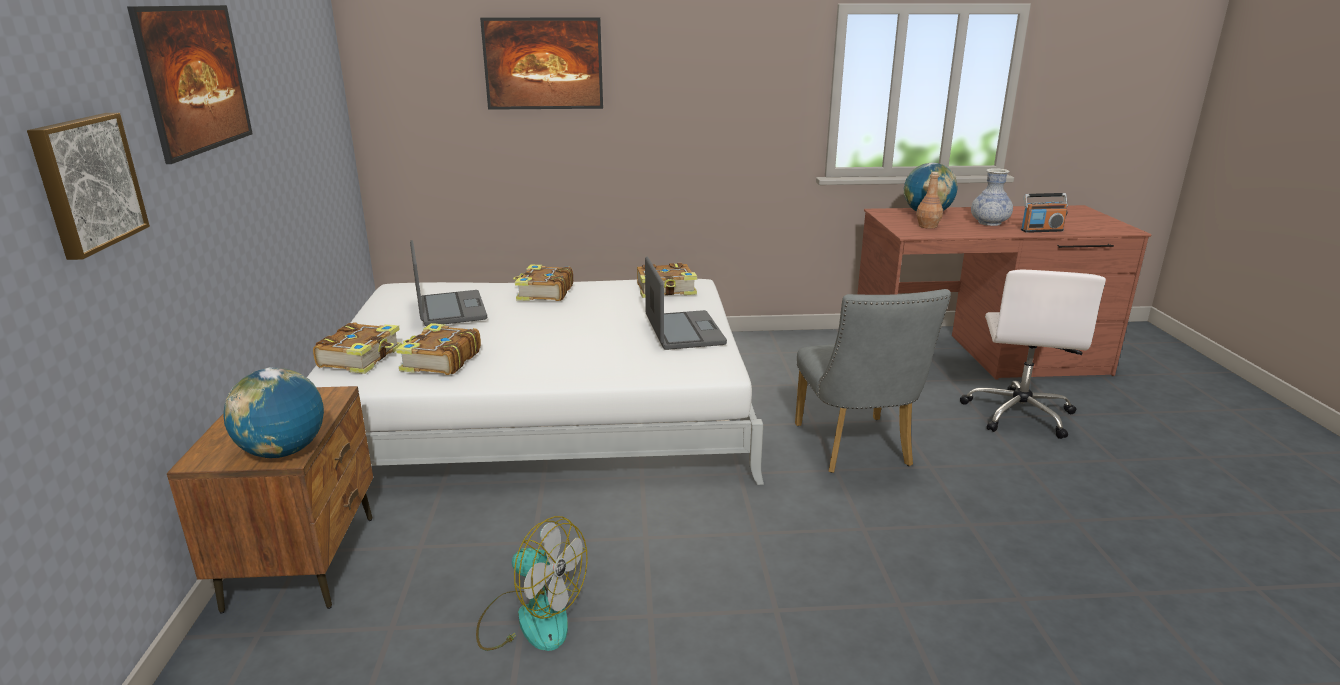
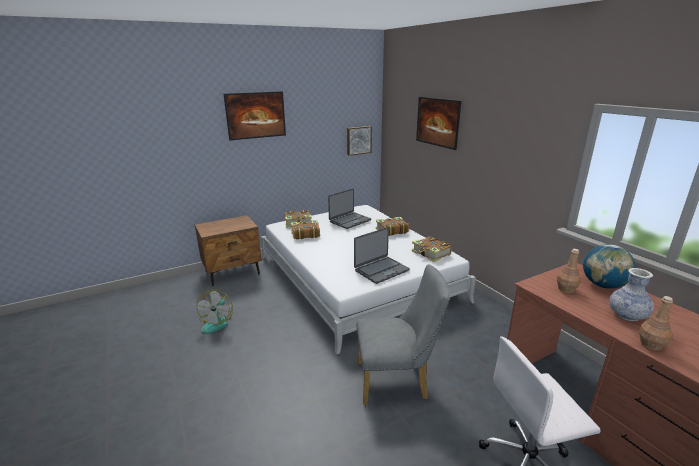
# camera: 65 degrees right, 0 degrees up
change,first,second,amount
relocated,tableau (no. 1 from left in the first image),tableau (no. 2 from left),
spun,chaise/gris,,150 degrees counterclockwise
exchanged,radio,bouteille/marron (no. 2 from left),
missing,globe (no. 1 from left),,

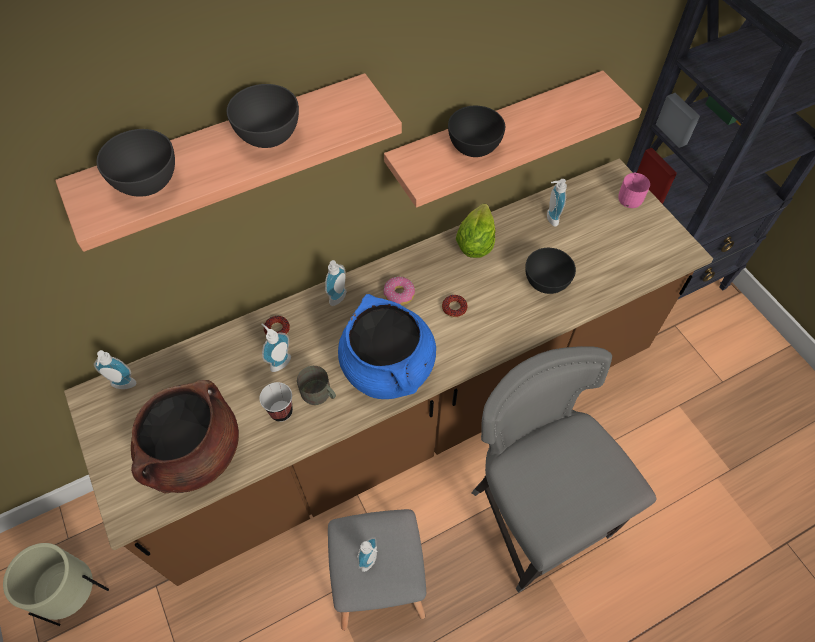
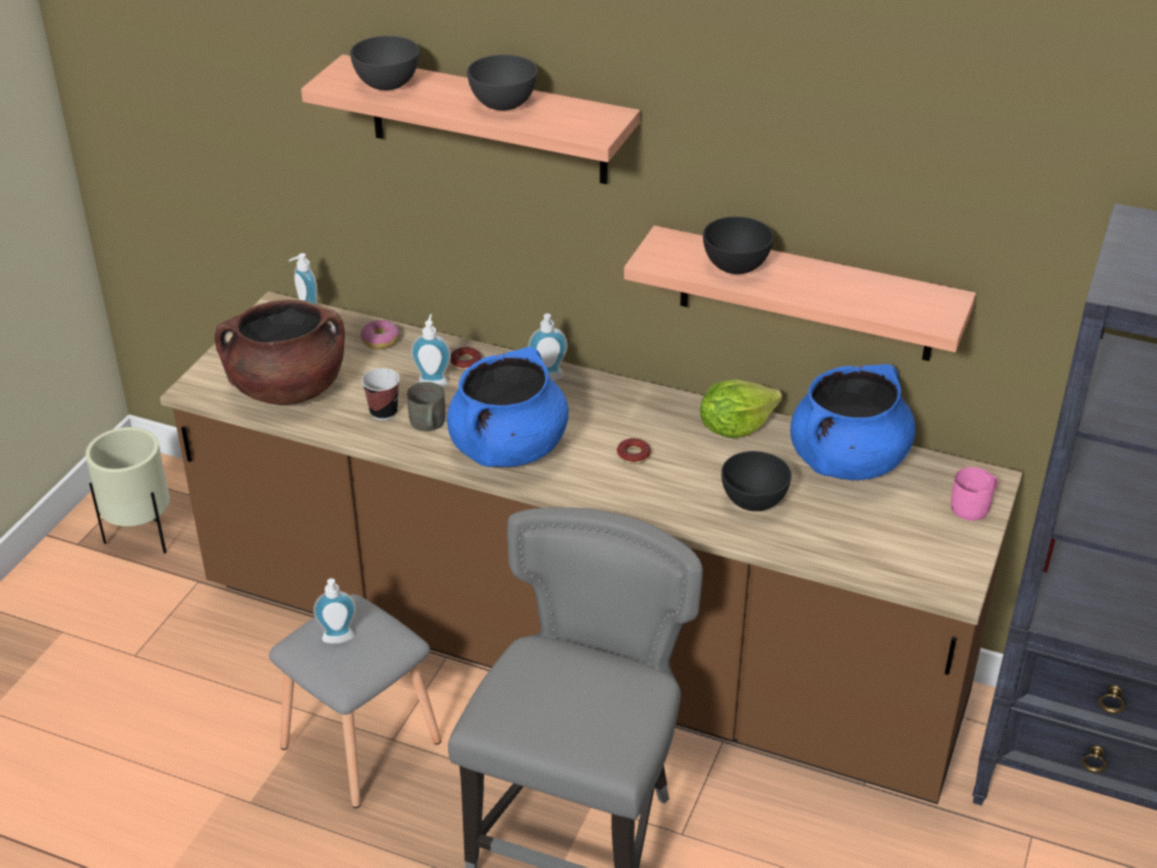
# camera: 50 degrees right, 20 degrees down
change,first,second,amount
relocated,beignet (no. 2 from left in the first image),beignet (no. 1 from left),
exchanged,distributeur de savon (no. 5 from left),marmite/bleu (no. 2 from left),

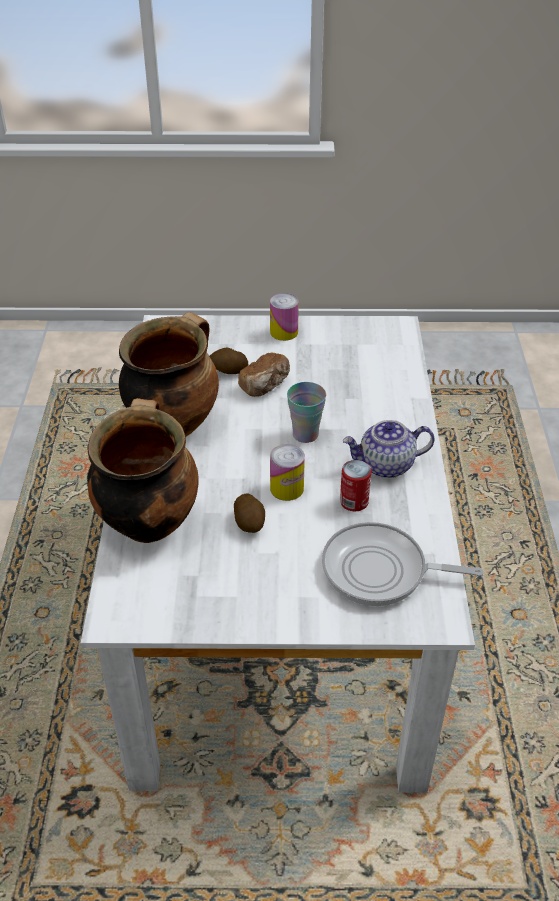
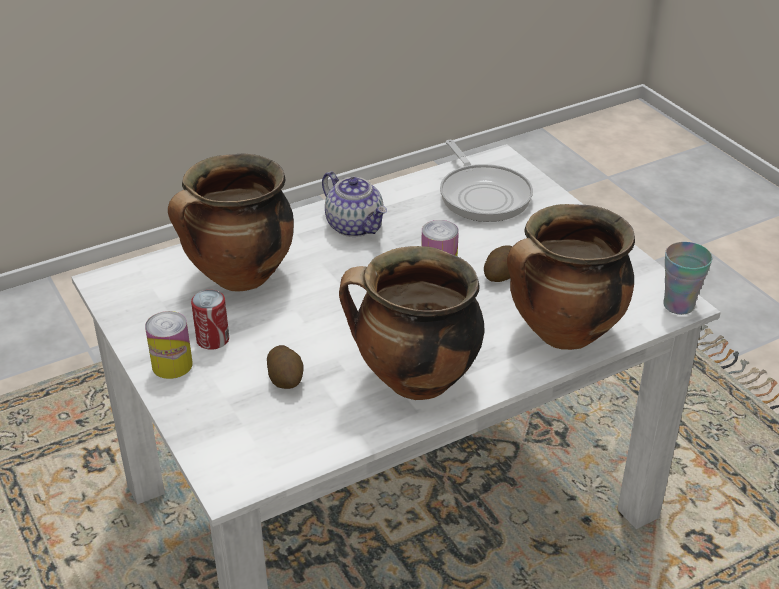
# camera: 120 degrees left, 5 degrees down
change,first,second,amount
appeared,,marmite (no. 1 from left),
relocated,boîte métallique (no. 3 from left in the first image),boîte métallique (no. 2 from left),
relocated,tasse,,
missing,pain,,

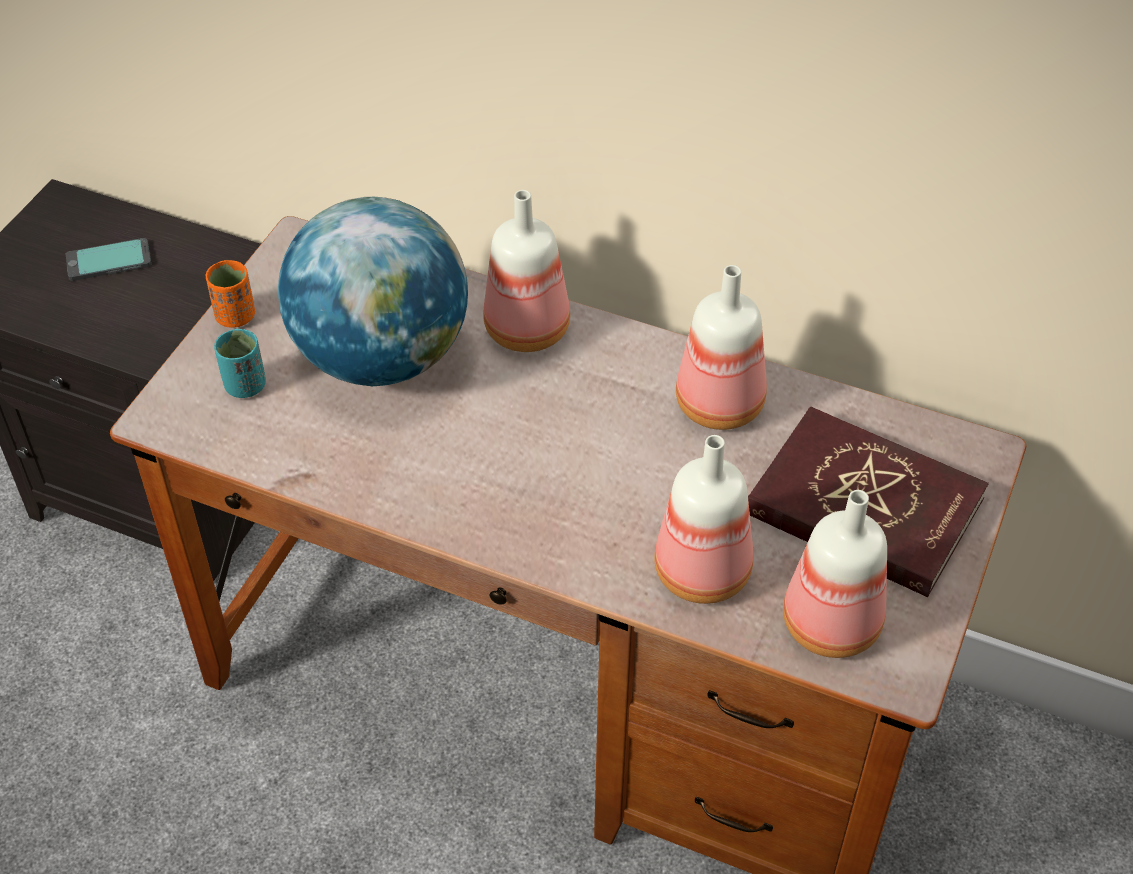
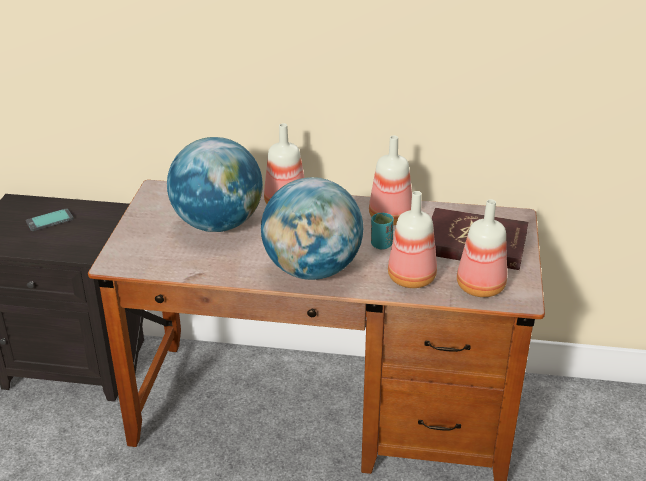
# camera: 15 degrees left, 15 degrees down
change,first,second,amount
appeared,,globe (no. 2 from left),
relocated,tasse/turquoise,,
missing,tasse/orange,,

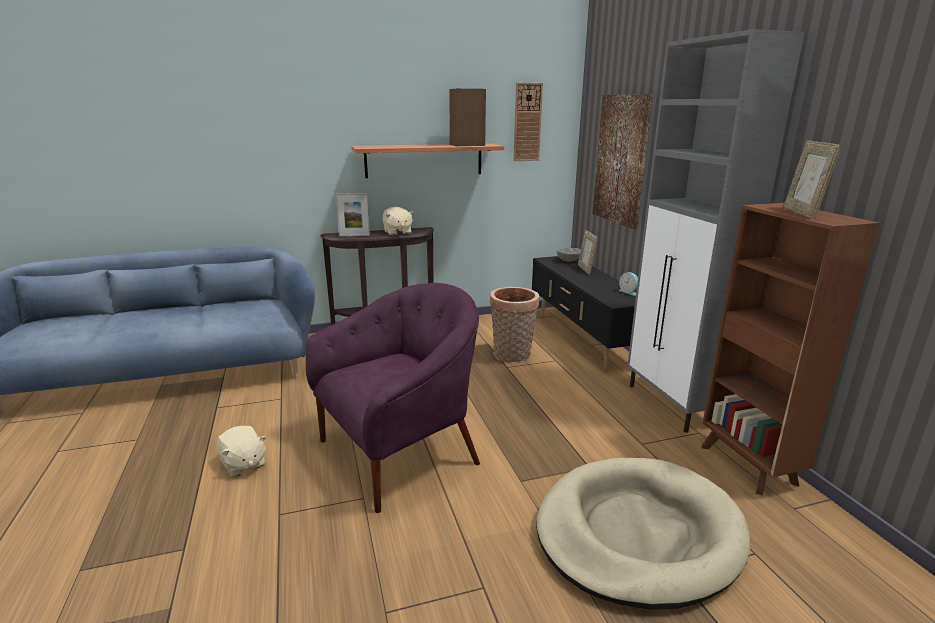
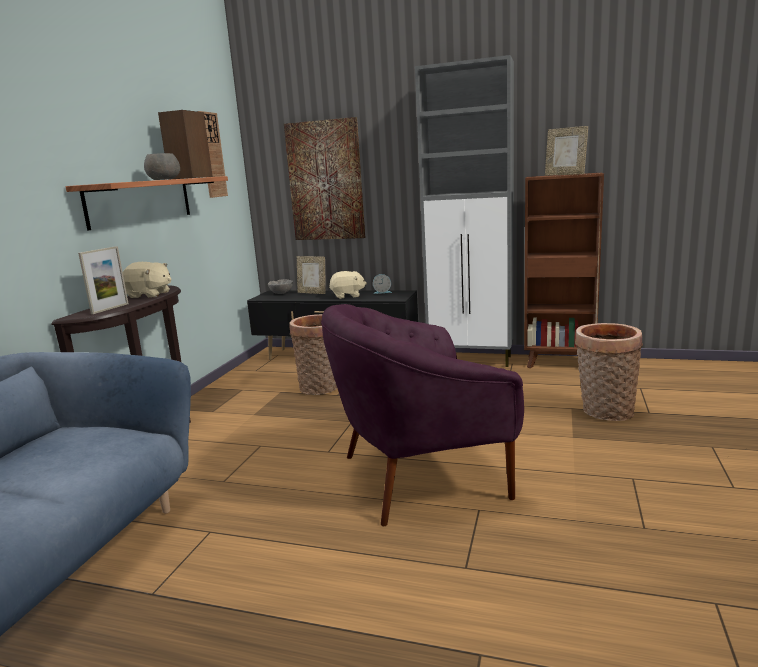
# camera: 55 degrees left, 5 degrees down
change,first,second,amount
appeared,,bol/gris (no. 1 from left),
spun,fauteuil/violet,,105 degrees counterclockwise
relocated,peluche/beige (no. 1 from left in the first image),peluche/beige (no. 2 from left),
exchanged,panier pour chien/beige,panier (no. 2 from left),

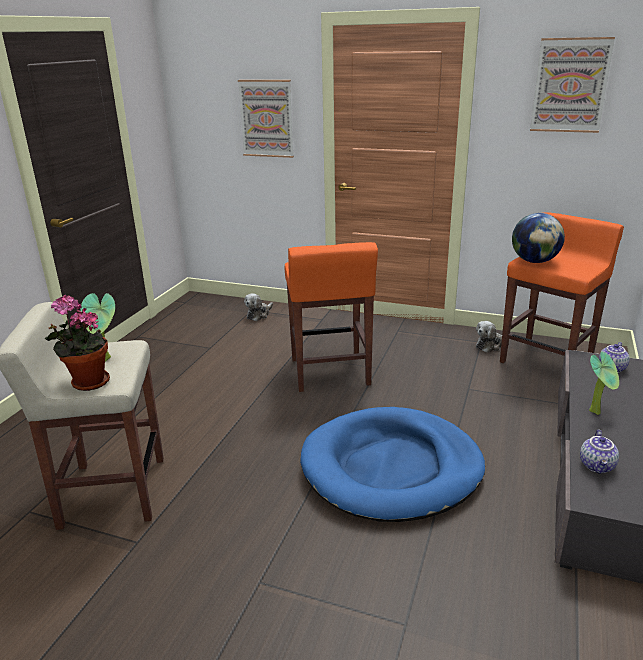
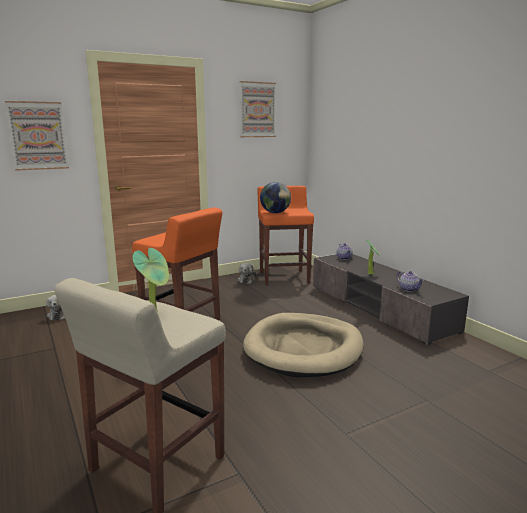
# camera: 50 degrees left, 10 degrees down
change,first,second,amount
colour,panier pour chien/bleu,panier pour chien/beige,
missing,plante en pot (no. 1 from left),,

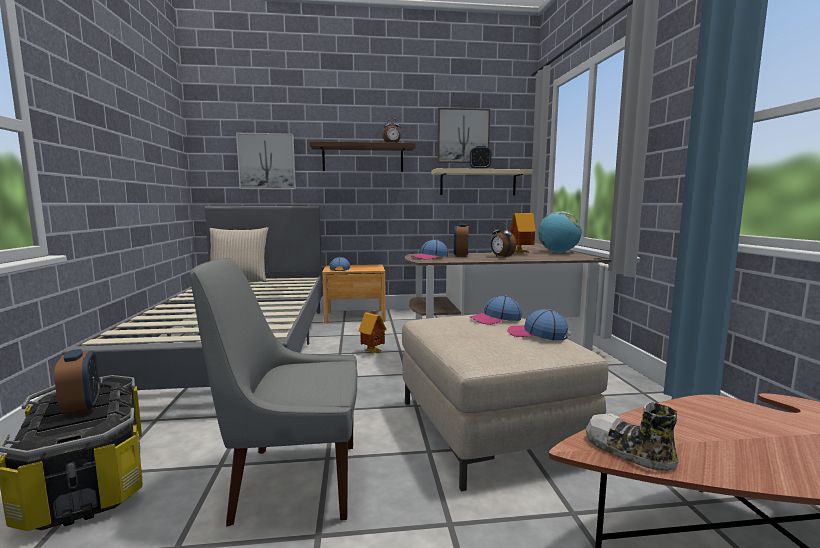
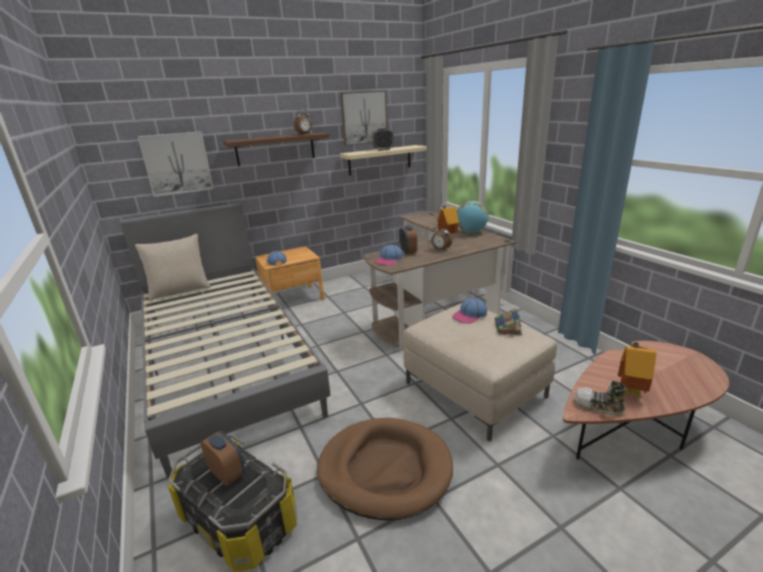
# camera: 20 degrees left, 15 degrees up
change,first,second,amount
exchanged,chaise/gris,panier pour chien/marron,
exchanged,casquette (no. 4 from left),livre,
relocated,maison miniature (no. 1 from left in the first image),maison miniature (no. 2 from left),

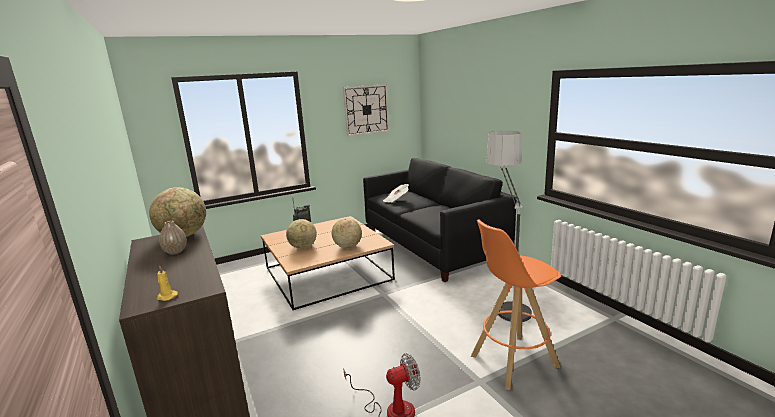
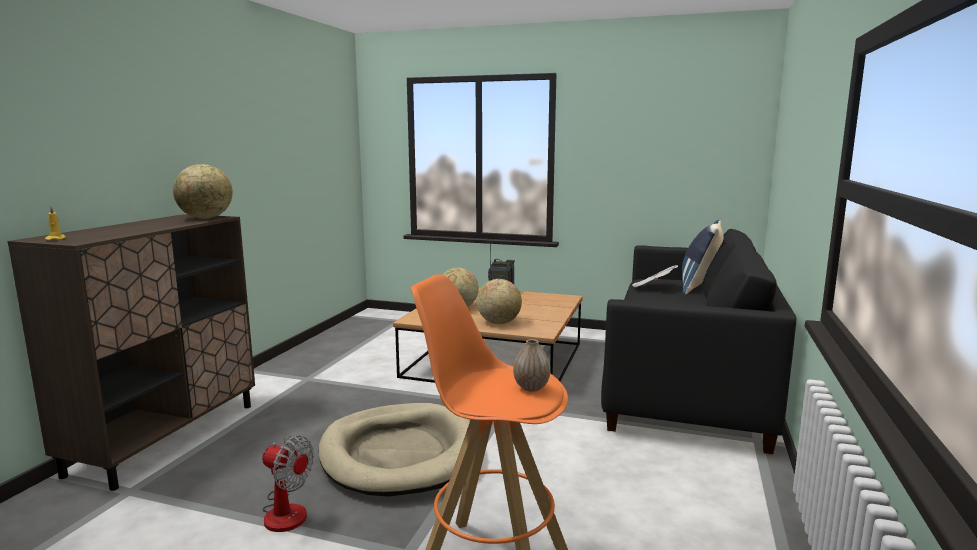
# camera: 45 degrees right, 5 degrees down
change,first,second,amount
appeared,,panier pour chien/beige,
relocated,vase,,
appeared,,coussin/bleu,
missing,horloge murale,,
missing,lampadaire,,

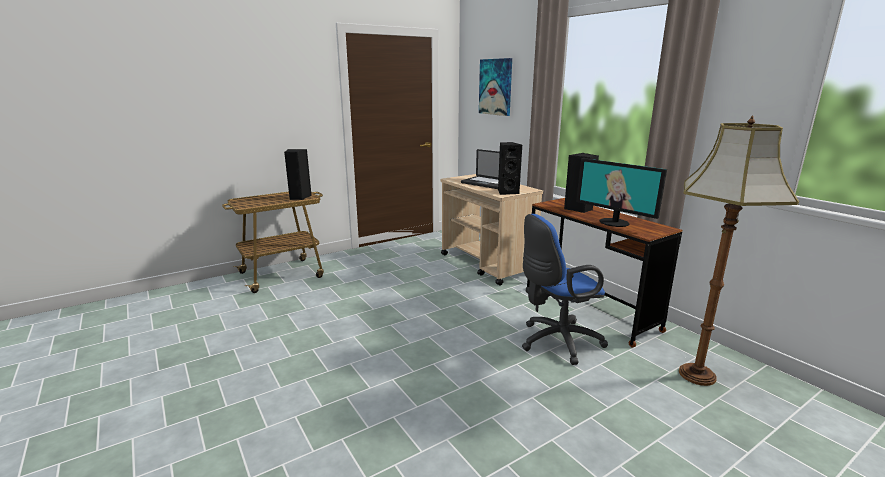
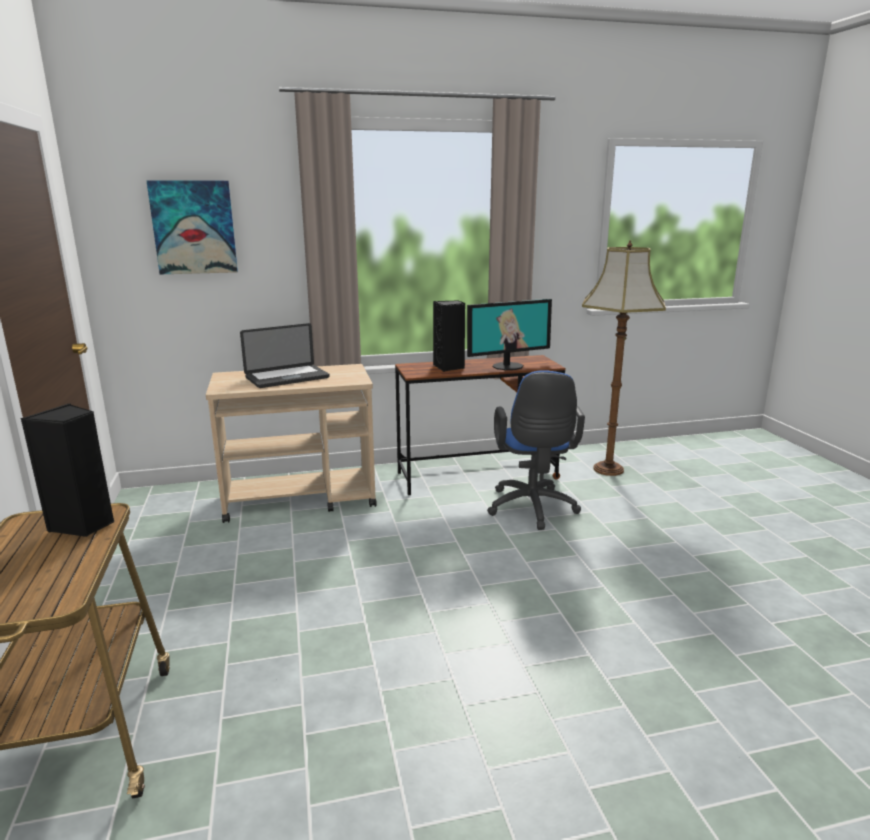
# camera: 70 degrees left, 0 degrees up
change,first,second,amount
missing,enceinte/noir (no. 2 from left),,

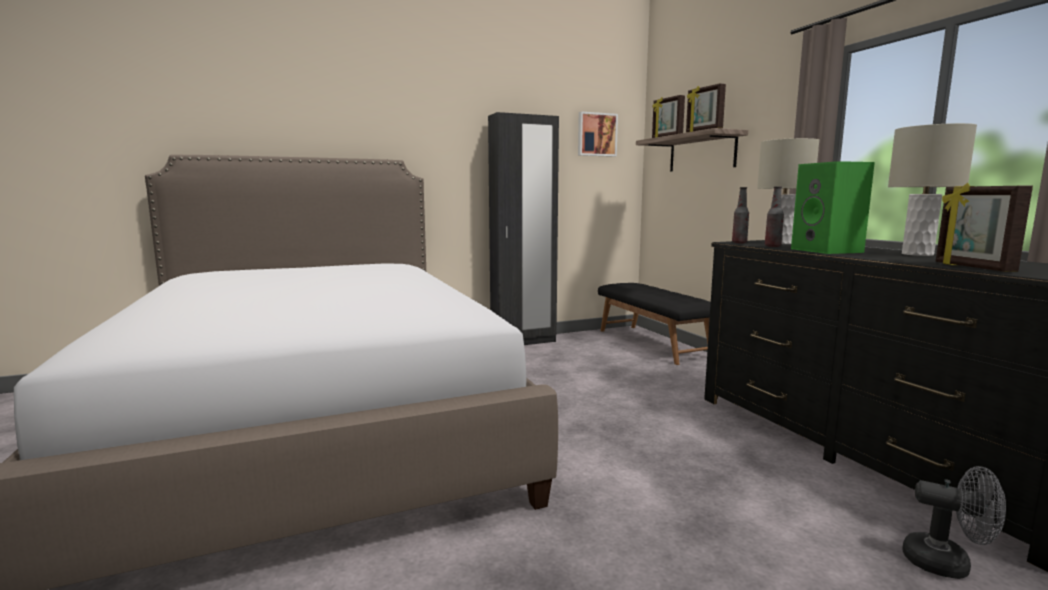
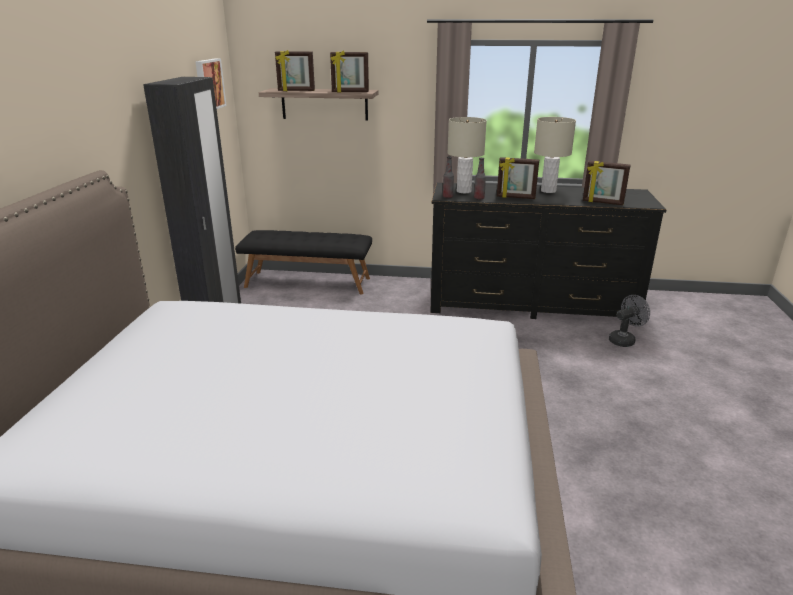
# camera: 60 degrees left, 15 degrees up
change,first,second,amount
exchanged,enceinte/vert,cadre photo (no. 3 from left),

